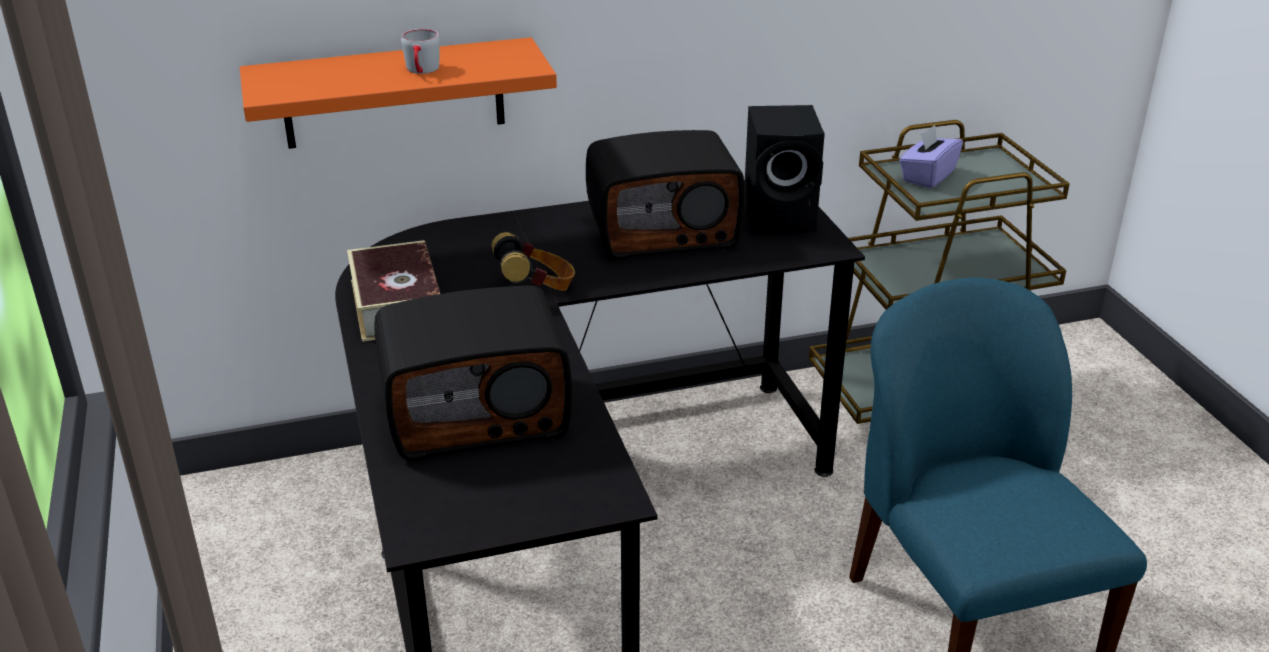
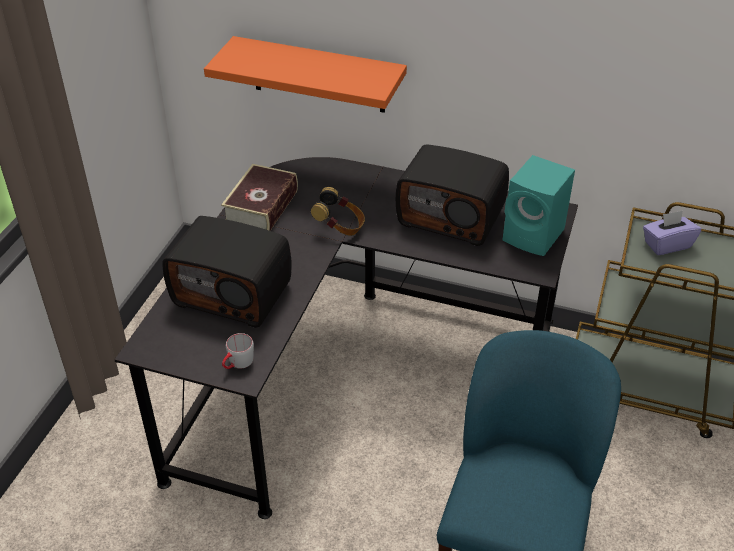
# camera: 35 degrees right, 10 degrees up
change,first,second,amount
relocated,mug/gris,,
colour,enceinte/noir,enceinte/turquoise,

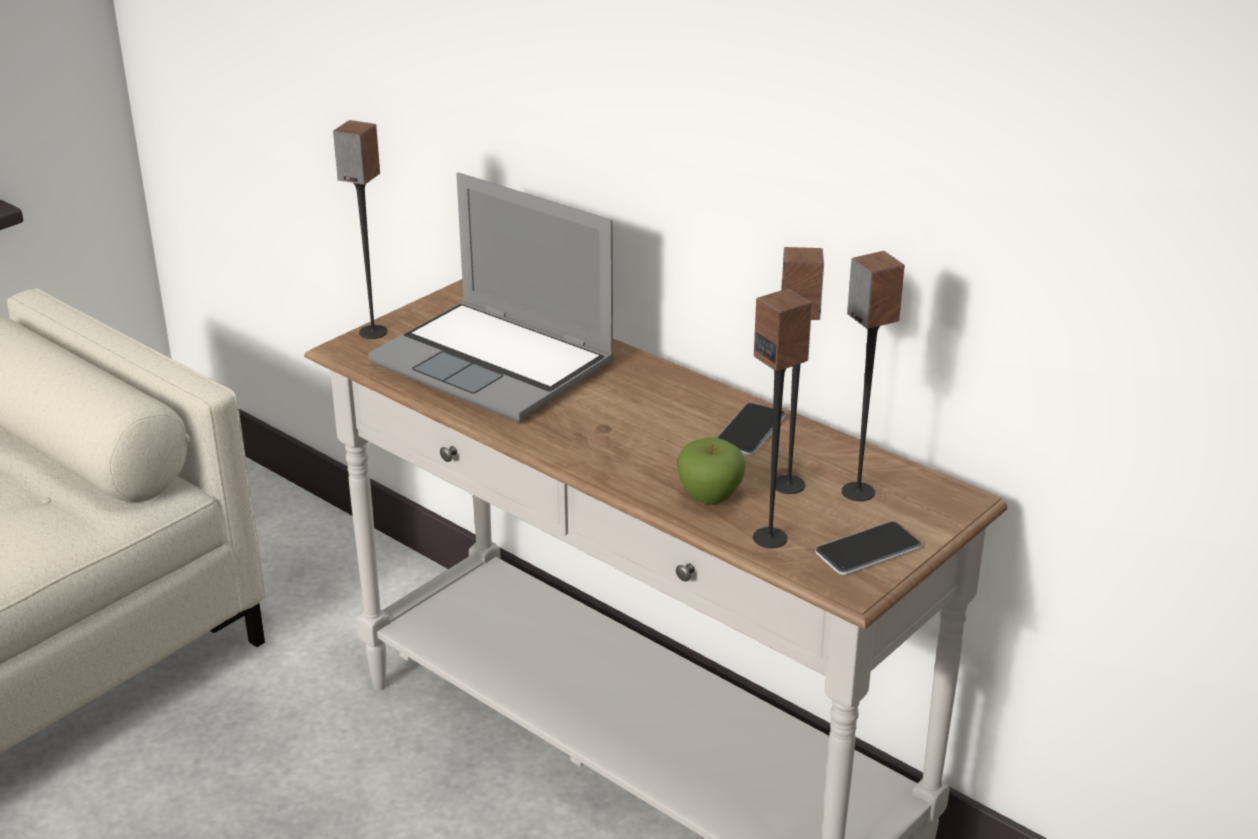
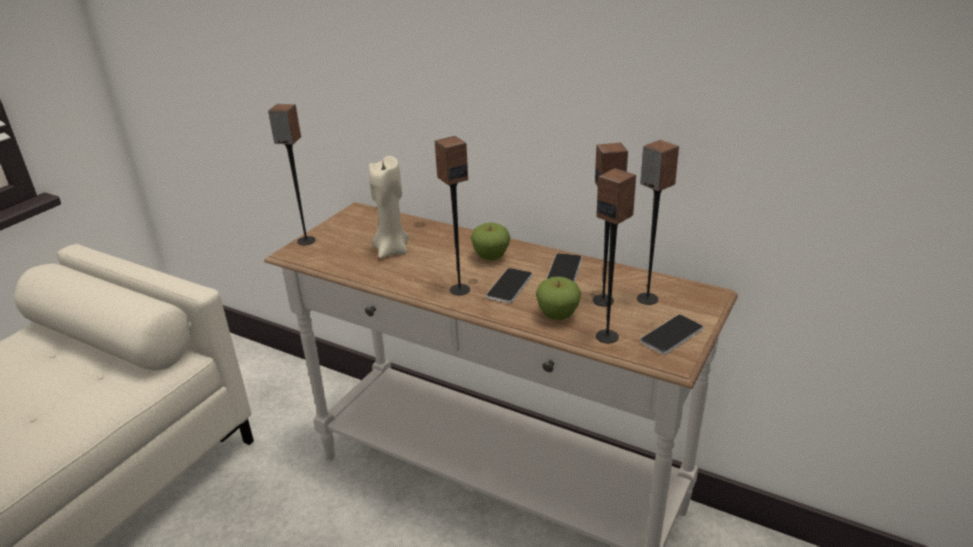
# camera: 10 degrees left, 0 degrees up
change,first,second,amount
exchanged,ordinateur portable,bougie/beige,
appeared,,enceinte (no. 2 from left),
appeared,,pomme (no. 1 from left),
appeared,,téléphone (no. 1 from left),

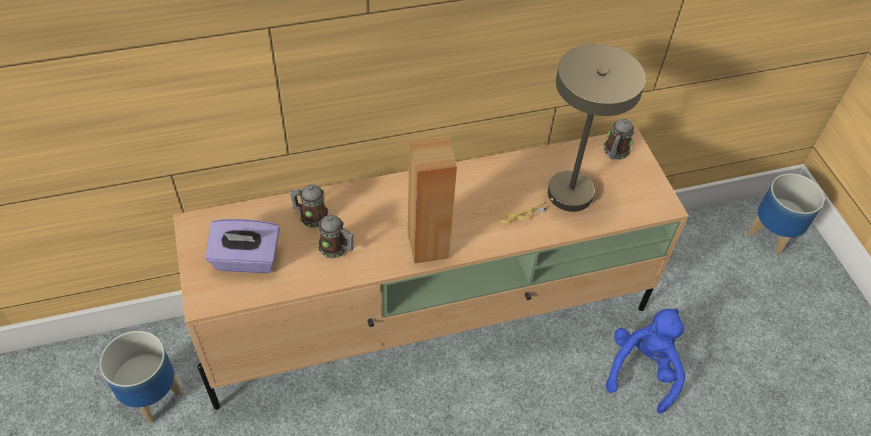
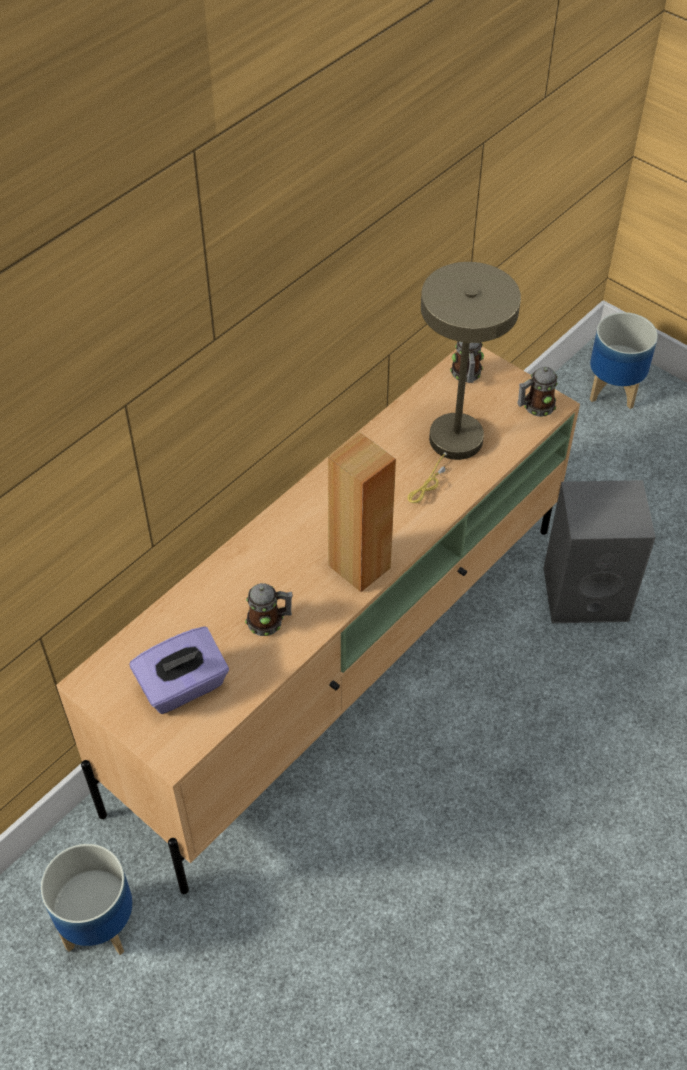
# camera: 30 degrees left, 0 degrees up
change,first,second,amount
relocated,mug (no. 1 from left in the first image),mug (no. 3 from left),
exchanged,peluche/bleu,enceinte/gris,

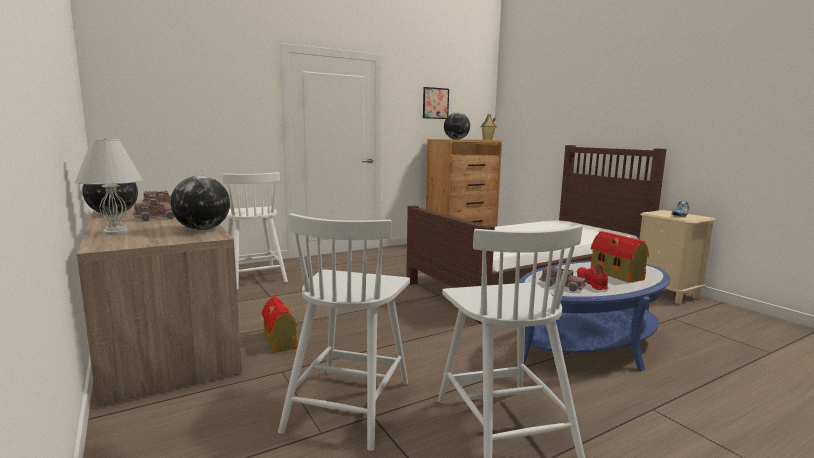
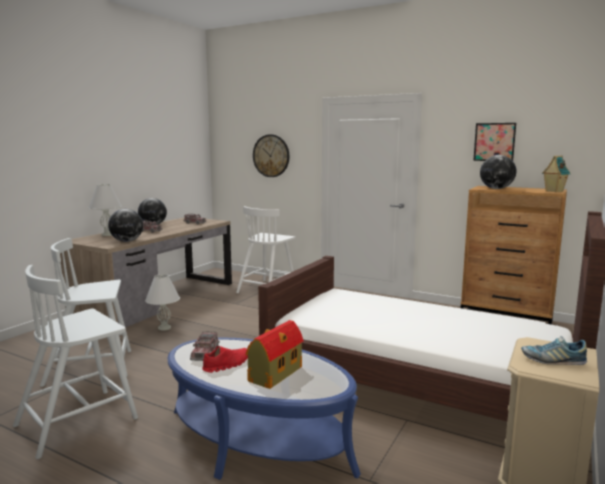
# camera: 60 degrees right, 0 degrees up
change,first,second,amount
exchanged,maison miniature (no. 1 from left),lampe de table/blanc (no. 2 from left),
appeared,,horloge murale,

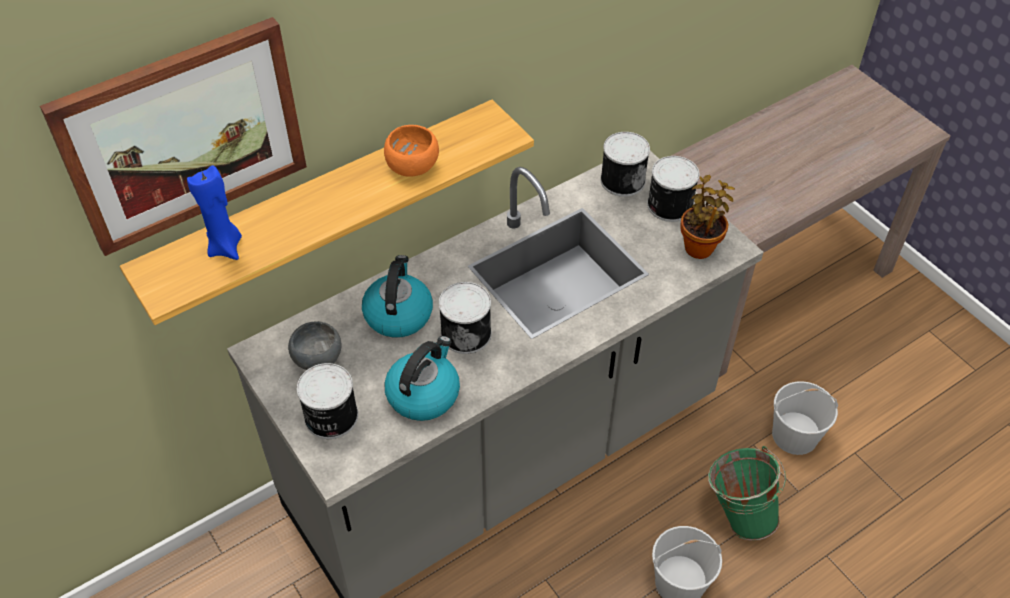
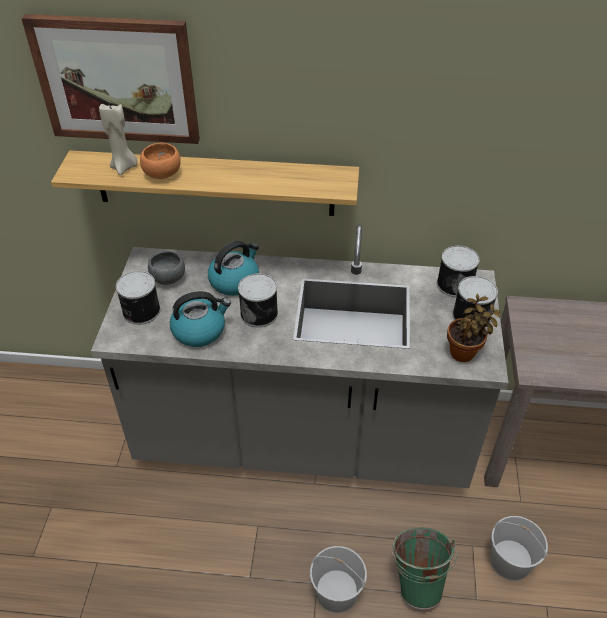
# camera: 40 degrees right, 5 degrees down
change,first,second,amount
colour,bougie/bleu,bougie/beige,
relocated,bol/orange,,

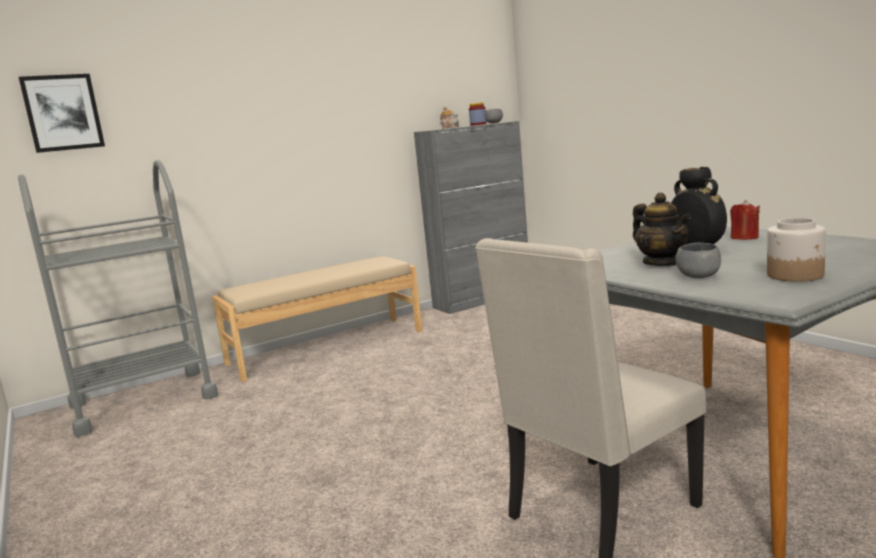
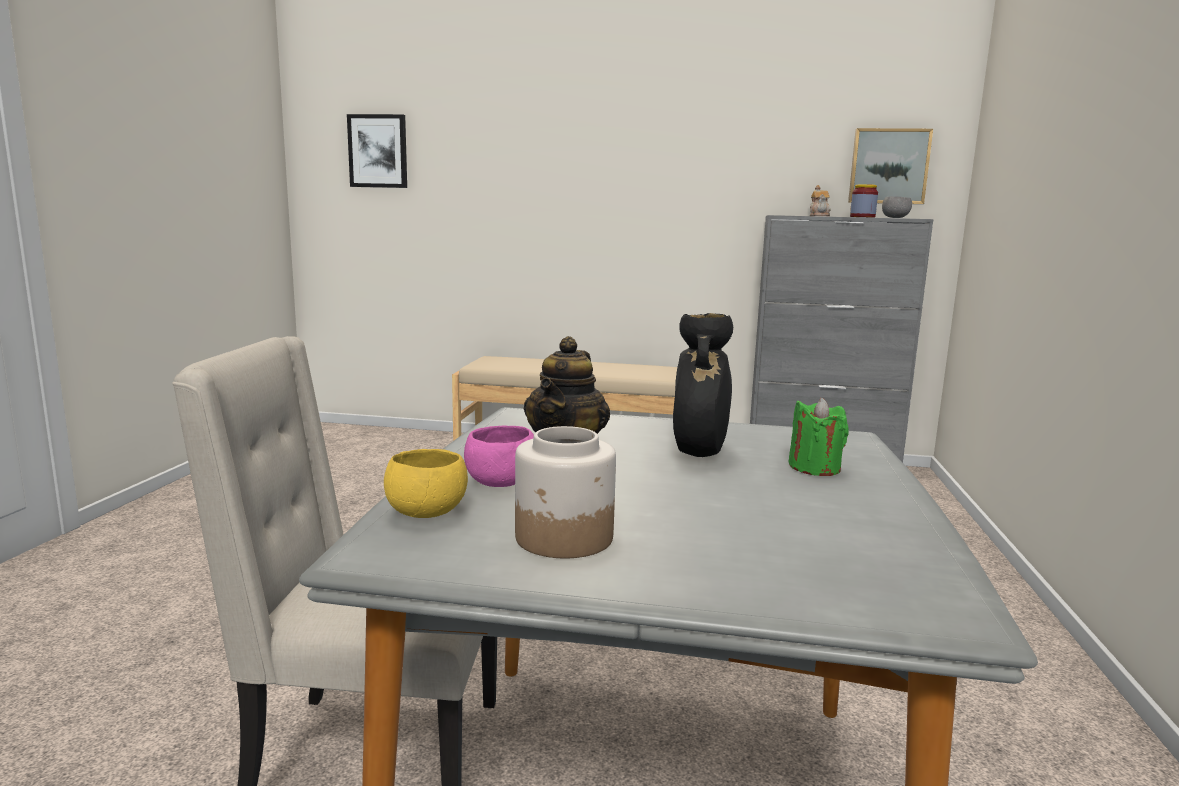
# camera: 40 degrees right, 0 degrees up
change,first,second,amount
appeared,,bol/jaune,
colour,bol/gris (no. 2 from left),bol/rose,
colour,bougie/rouge,bougie/vert,
appeared,,tableau (no. 2 from left),
missing,chariot/gris,,

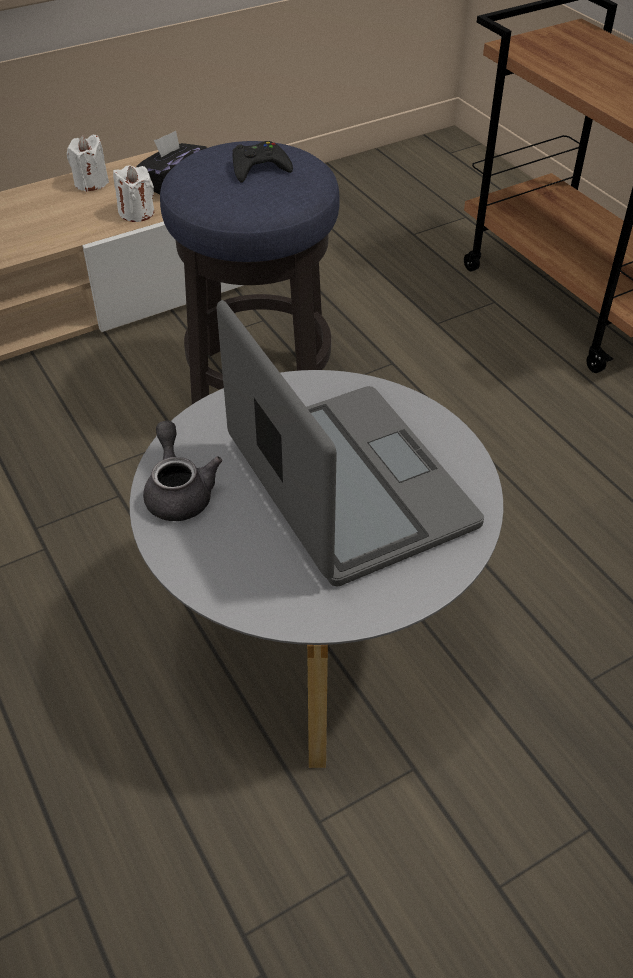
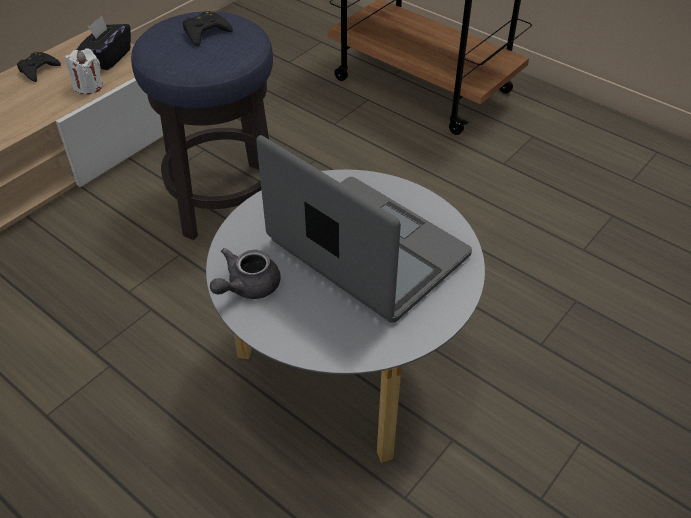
# camera: 20 degrees left, 0 degrees up
change,first,second,amount
exchanged,bougie/blanc (no. 1 from left),manette/noir (no. 1 from left),
spun,théière/gris,,105 degrees counterclockwise

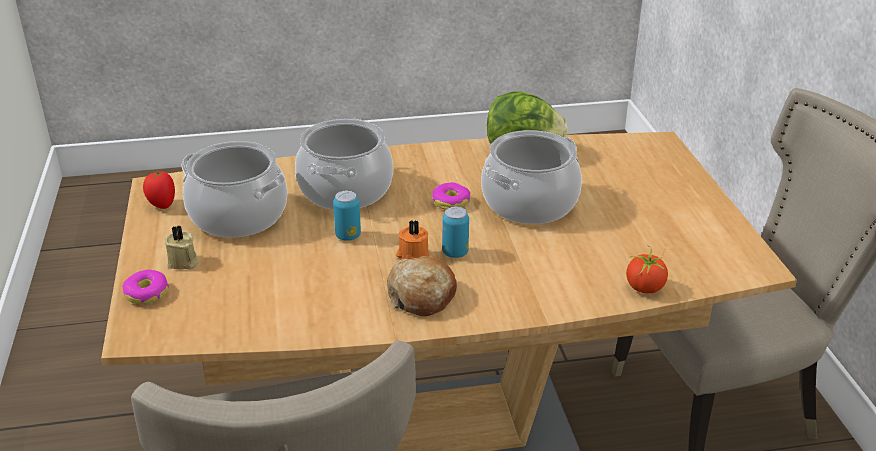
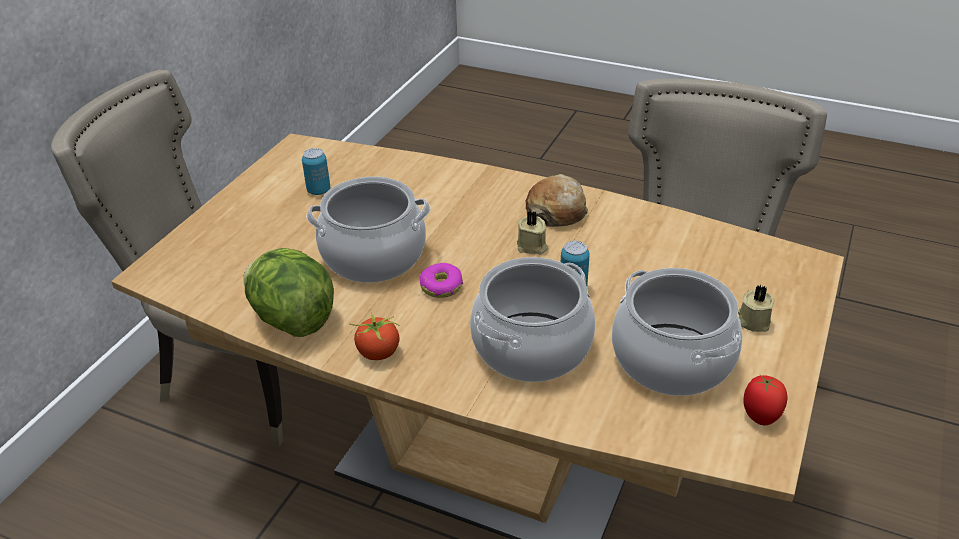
# camera: 145 degrees left, 5 degrees up
change,first,second,amount
relocated,boîte métallique (no. 2 from left in the first image),boîte métallique (no. 1 from left),
relocated,tomate (no. 2 from left in the first image),tomate (no. 1 from left),
colour,bougie/orange,bougie/beige (no. 1 from left),
missing,beignet (no. 1 from left),,

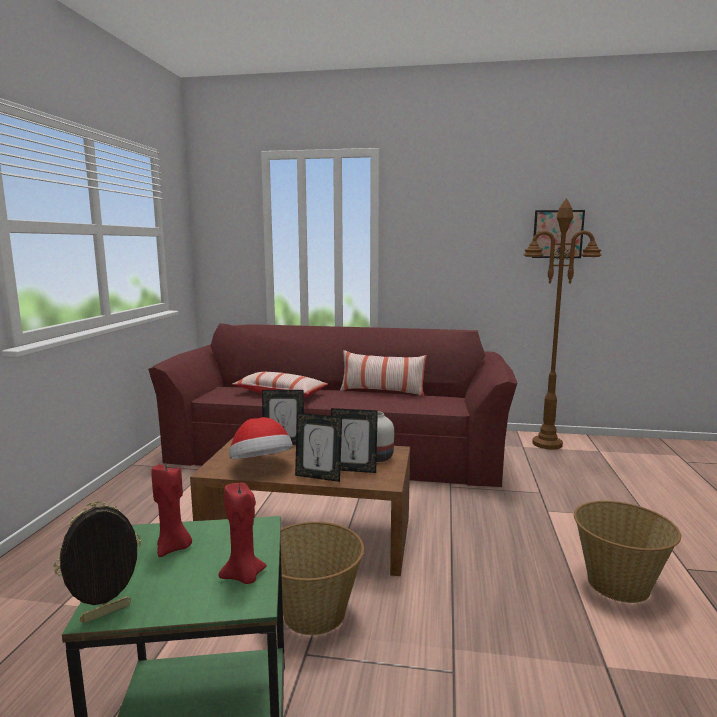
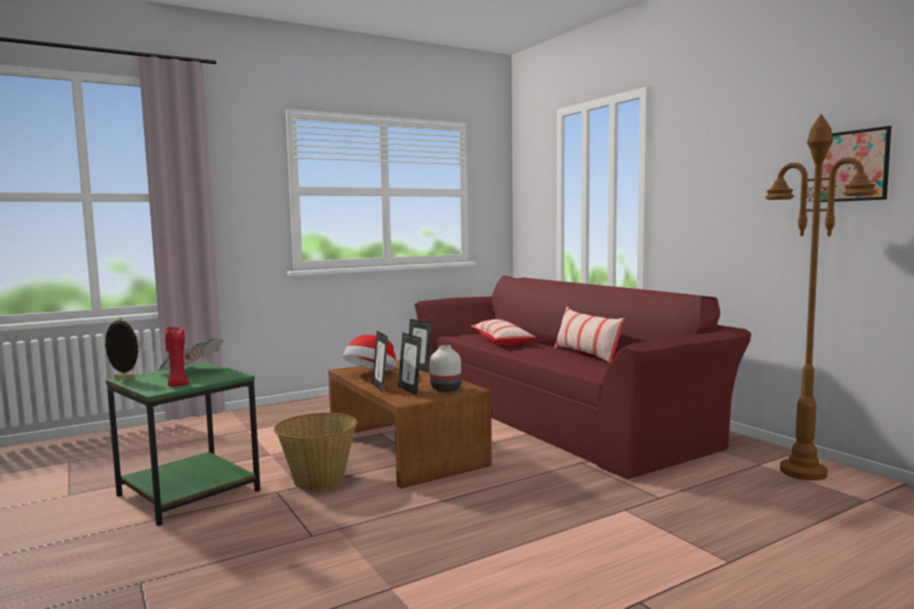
# camera: 50 degrees right, 5 degrees down
change,first,second,amount
exchanged,bougie/rouge (no. 1 from left),journal,
missing,panier (no. 2 from left),,

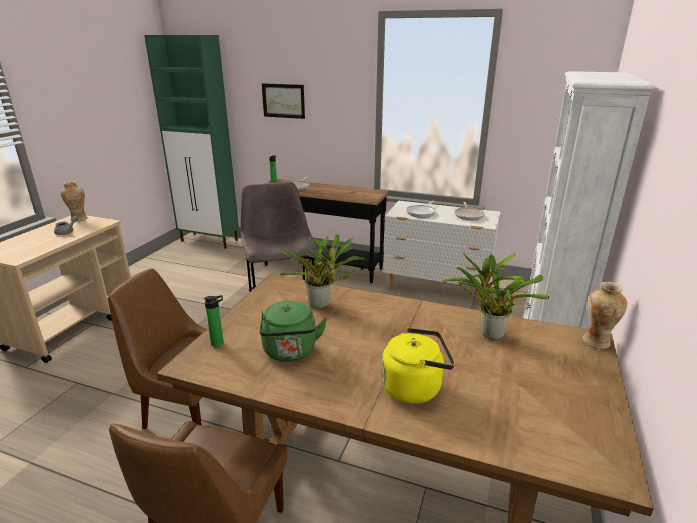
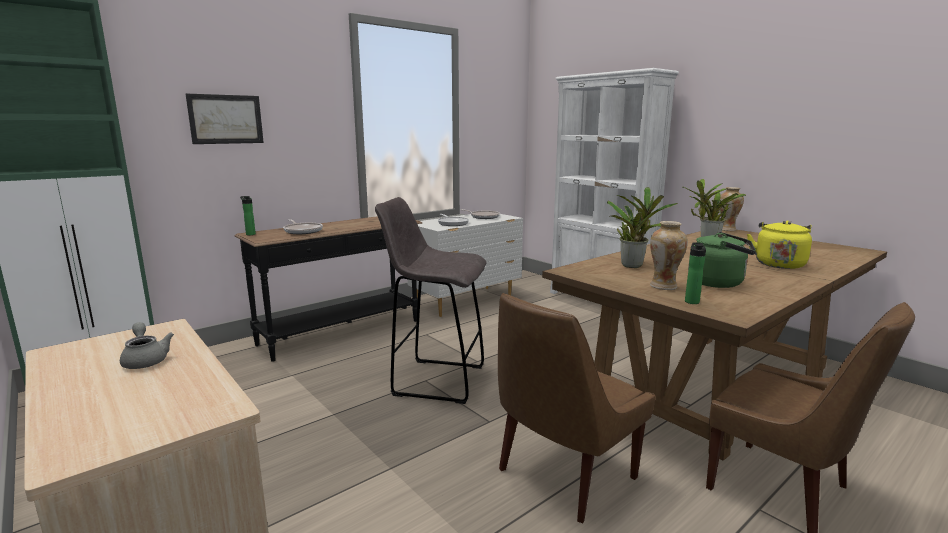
# camera: 60 degrees left, 10 degrees down
change,first,second,amount
relocated,vase (no. 1 from left),,

